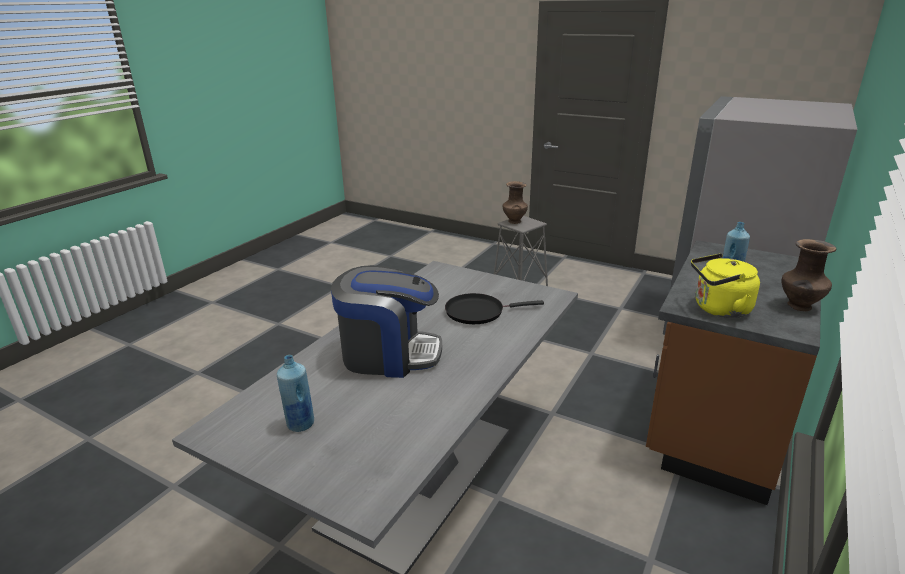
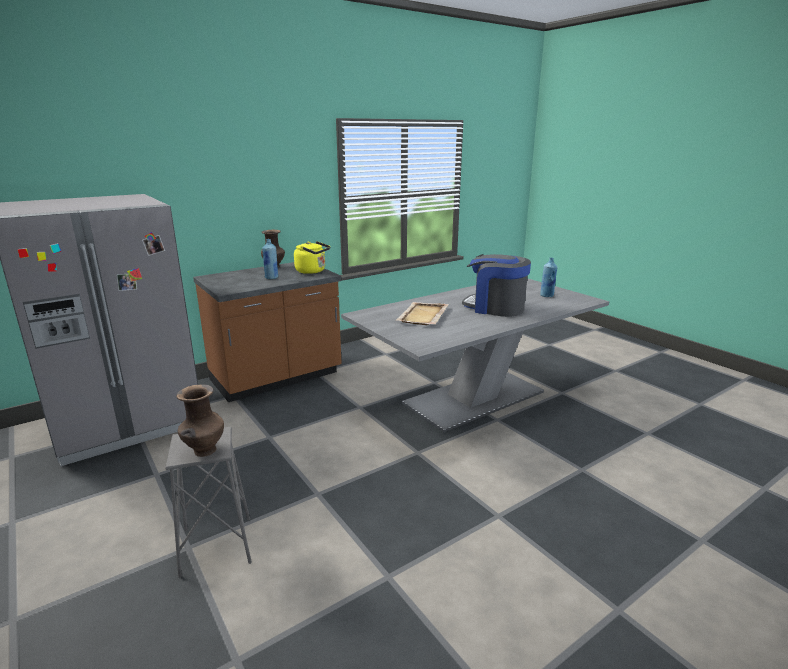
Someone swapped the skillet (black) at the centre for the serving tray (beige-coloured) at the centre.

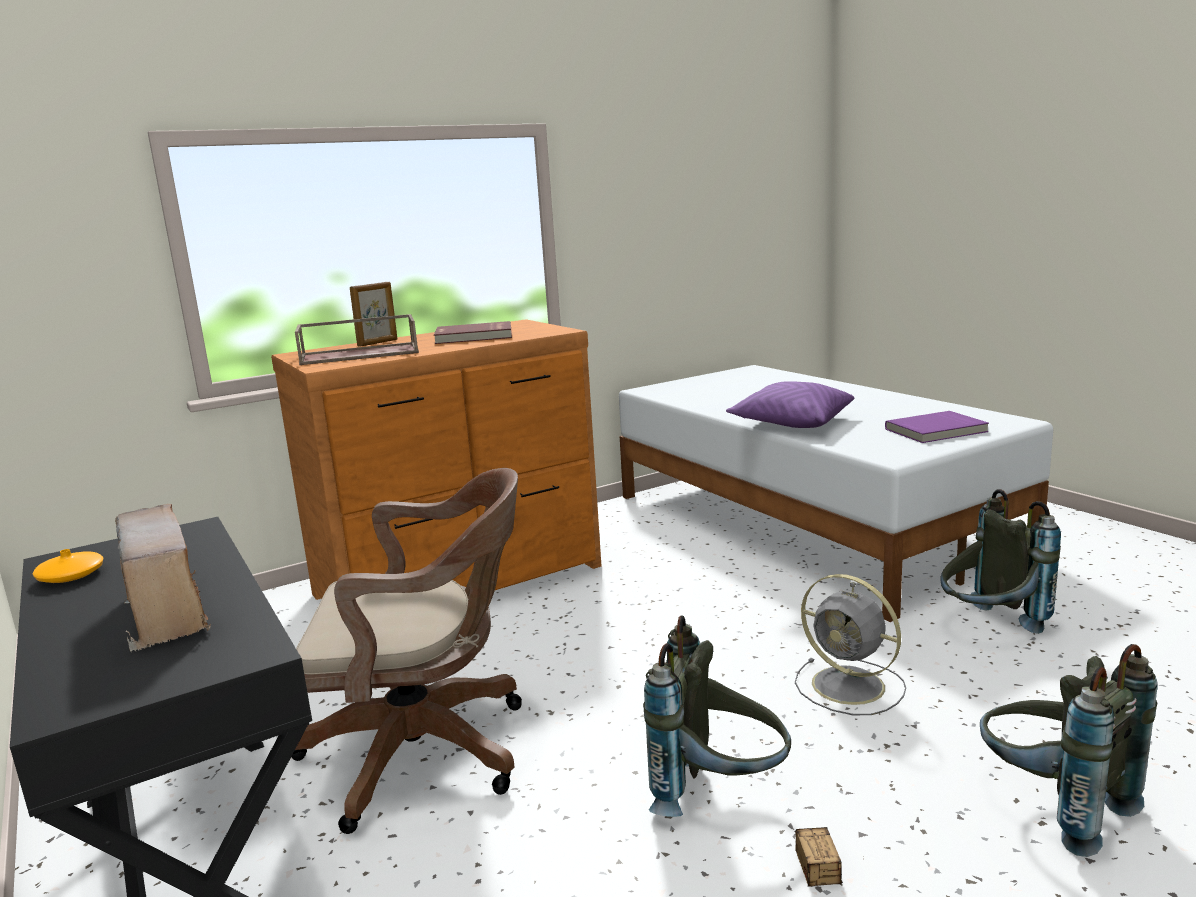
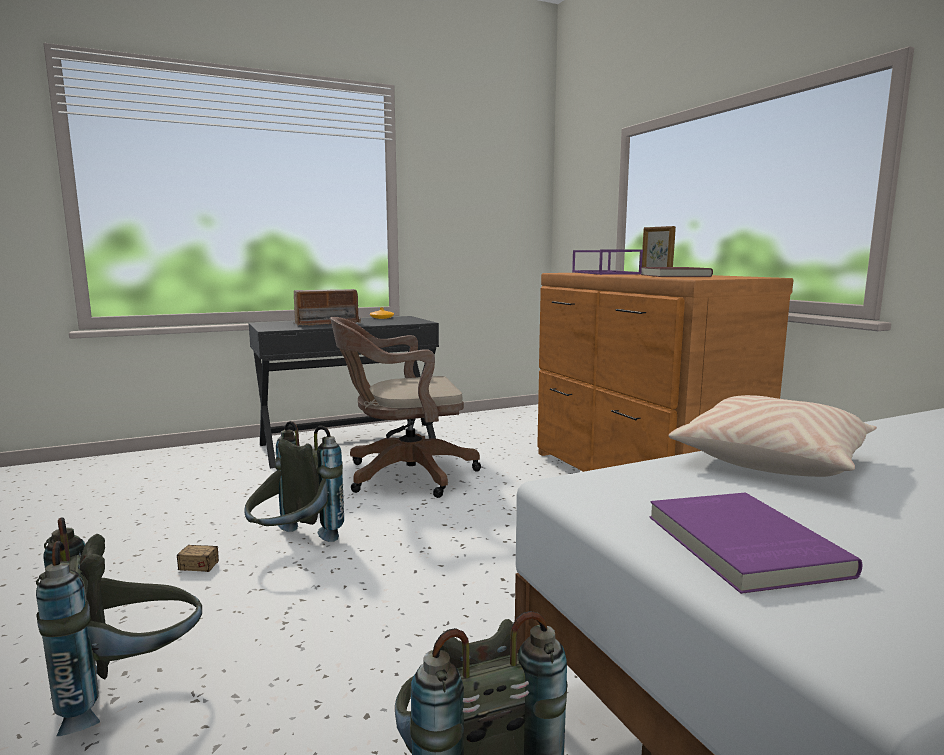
Someone rotated the office chair (brown-coloured) at the bottom centre by 75 degrees clockwise. Someone repainted the serving tray (brown-coloured) at the middle left, which became the serving tray (purplish) at the centre. Someone repainted the pillow (purplish) at the centre, which became the pillow (beige-coloured) at the middle right. Someone took away the electric fan (gray) at the bottom right.

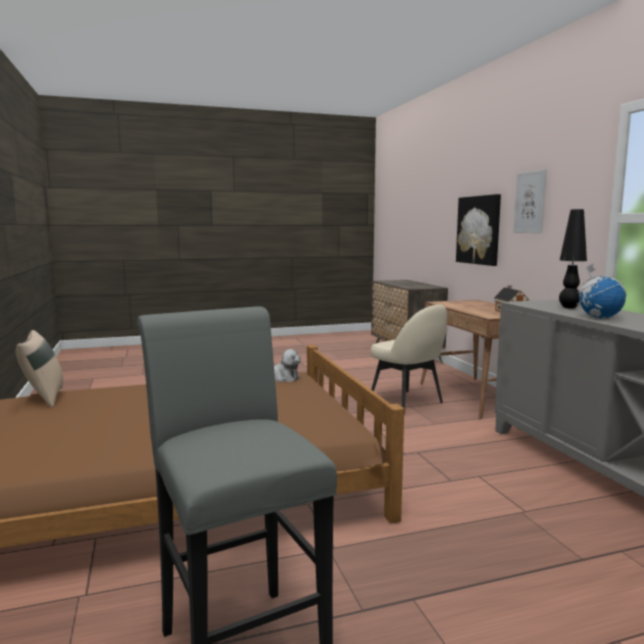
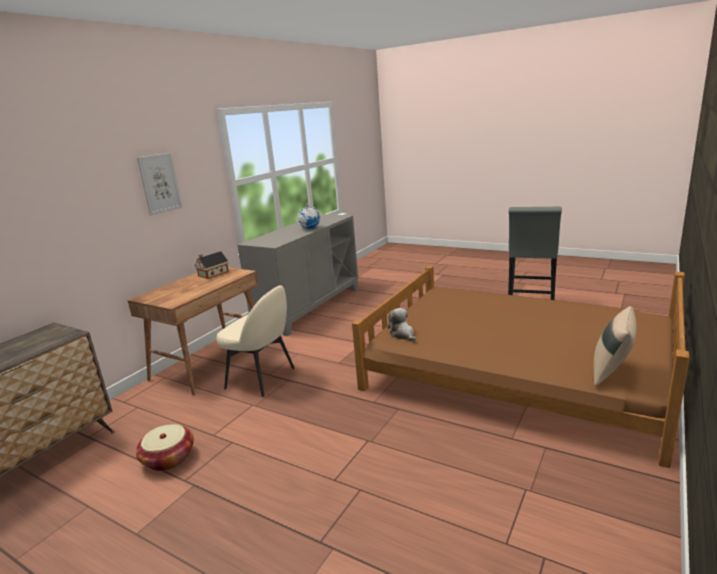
Someone put down the basket at the bottom left. Someone rotated the plain chair (beige-coloured) at the centre by 105 degrees clockwise. Someone took away the wall picture (1st from left) at the middle right. Someone took away the table lamp (black) at the middle right.

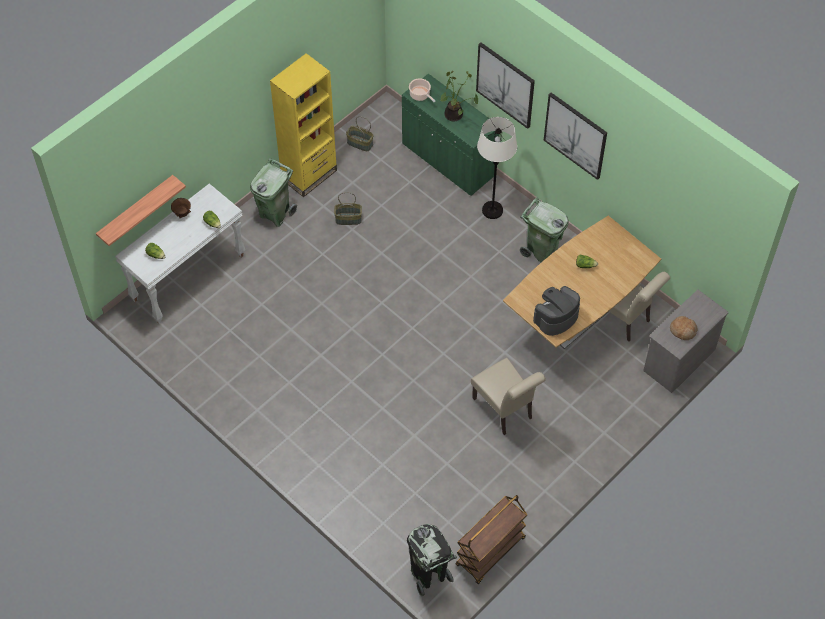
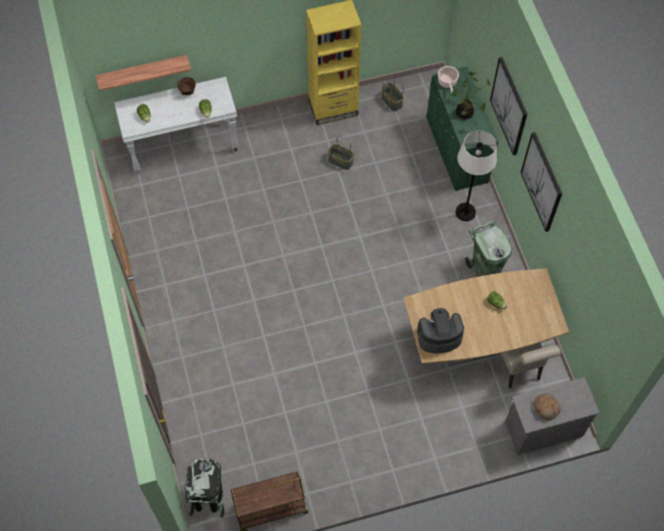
Someone took away the waste bin (green) (1st from left) at the top left. Someone took away the plain chair (beige-coloured) (1st from left) at the centre.

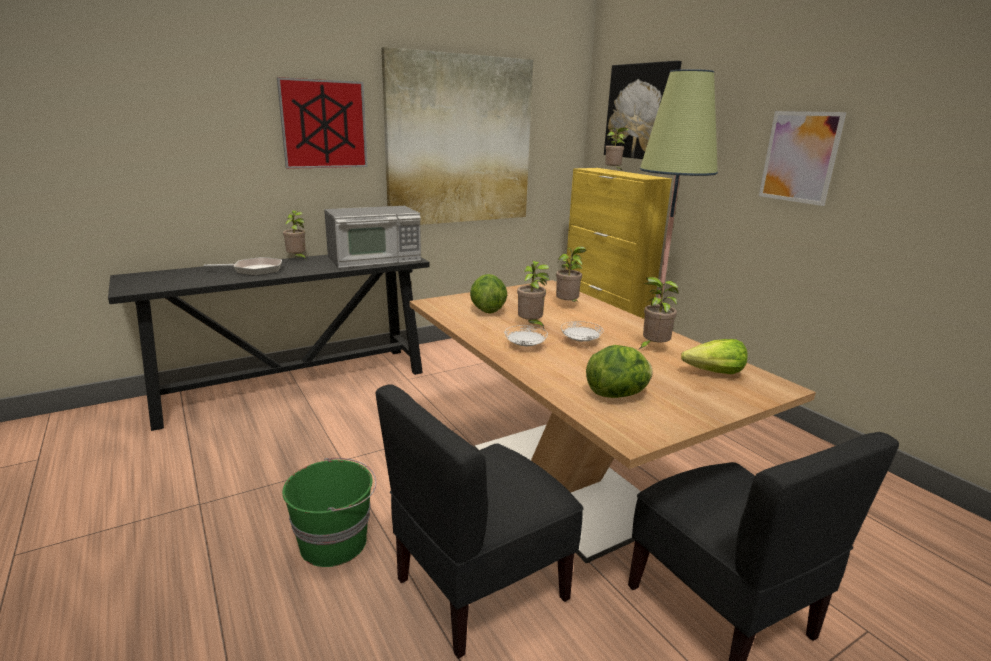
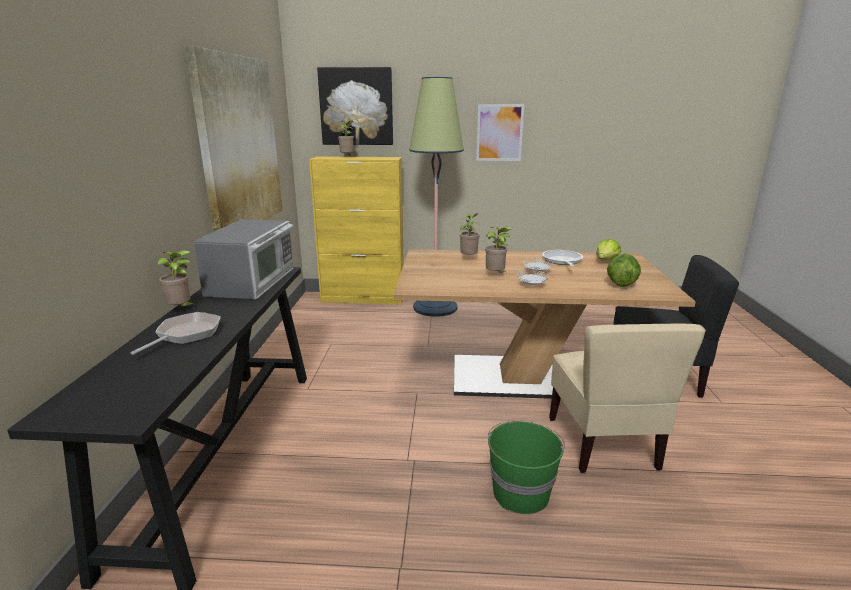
Someone swapped the potted plant (5th from left) at the centre for the skillet (2nd from left) at the centre. Someone repainted the plain chair (black) (1st from left) at the bottom centre, which became the plain chair (beige-coloured) at the bottom right. Someone took away the wall picture (1st from left) at the top left. Someone took away the lettuce (1st from left) at the centre.

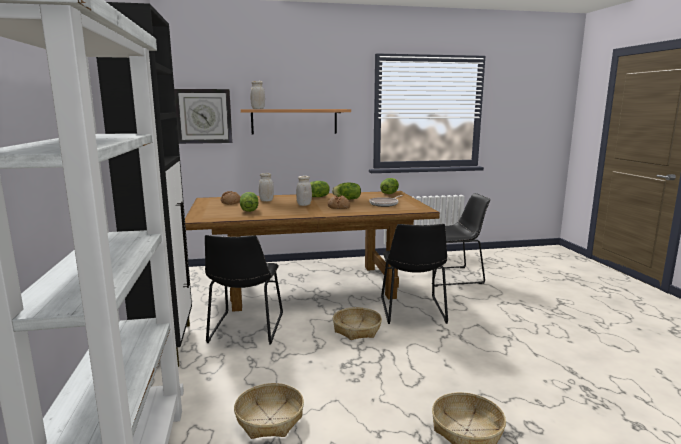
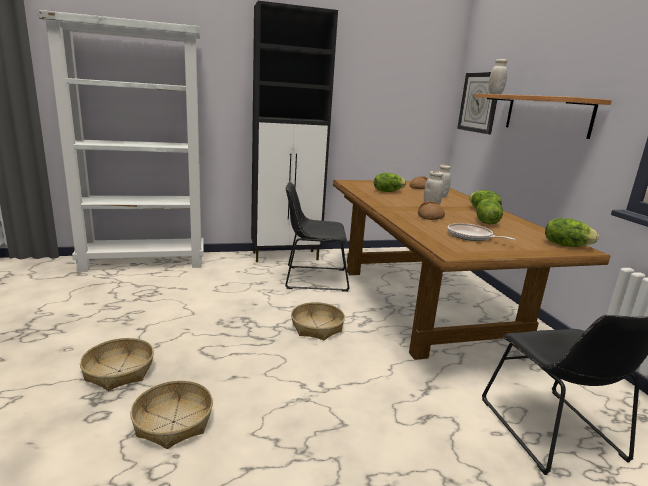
Someone carried the basket (1st from left in the first image) from the bottom centre to the bottom left. Someone took away the plain chair (black) (2nd from left) at the centre.

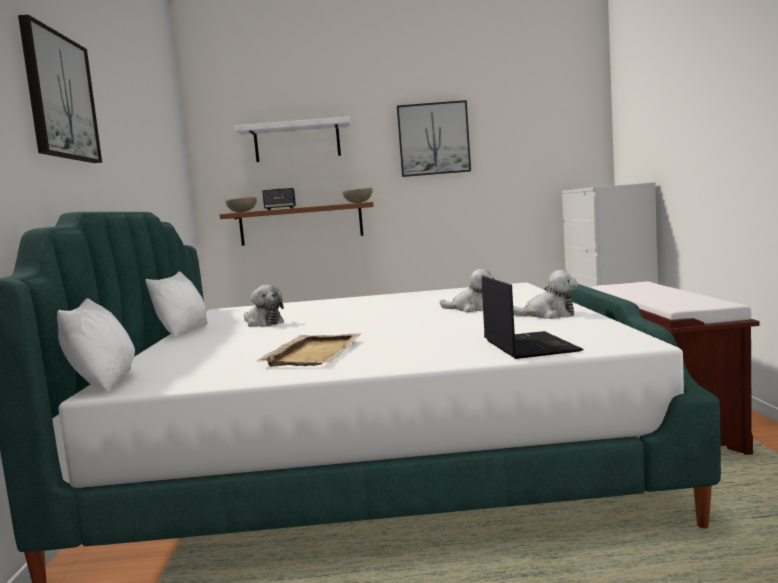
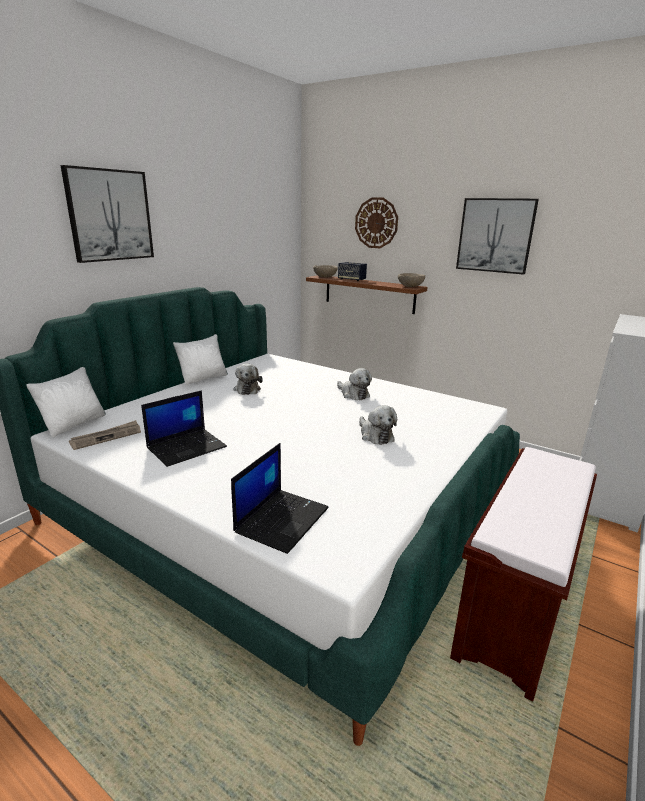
Someone put down the daily paper at the middle left. Someone swapped the serving tray (beige-coloured) at the centre for the notebook computer (1st from left) at the middle left. Someone carried the plush toy (3rd from left in the first image) from the middle right to the centre. Someone swapped the shelf (white) at the top centre for the hanging clock at the top centre.

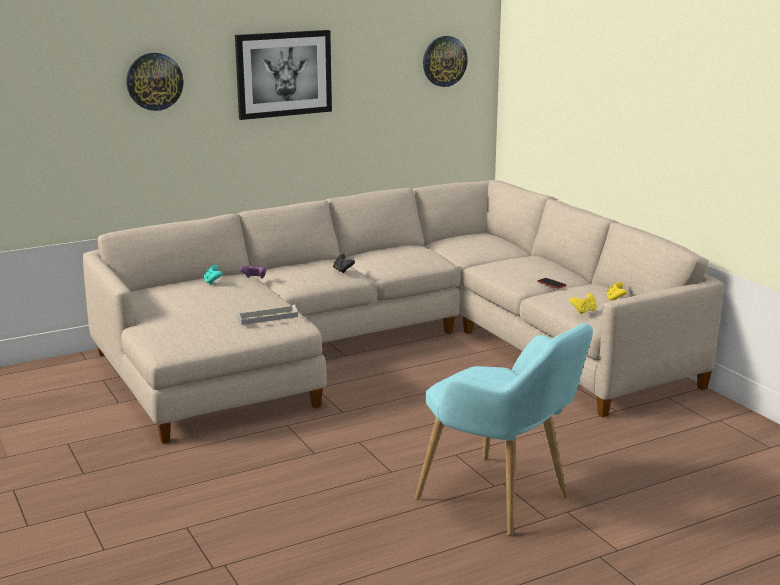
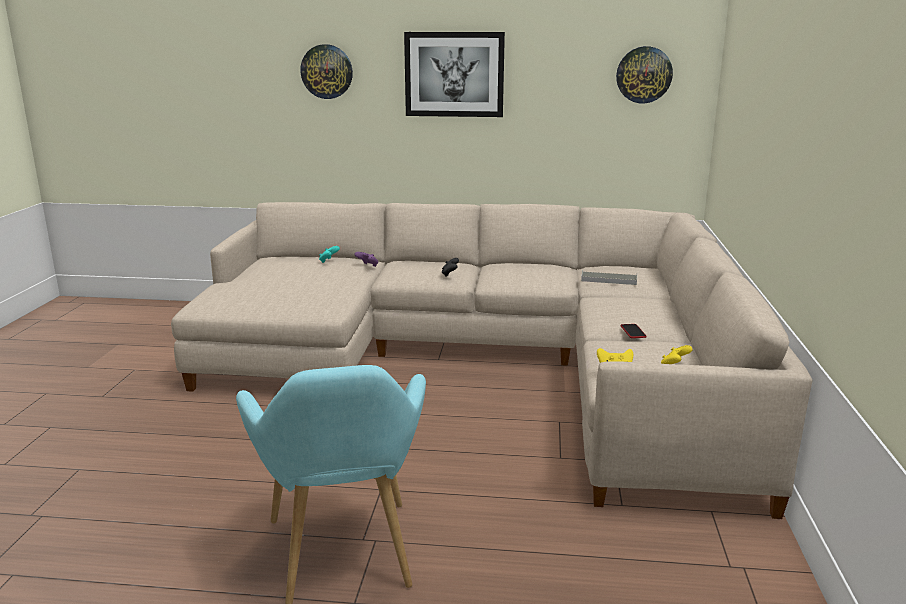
Someone carried the serving tray (gray) from the centre to the middle right.

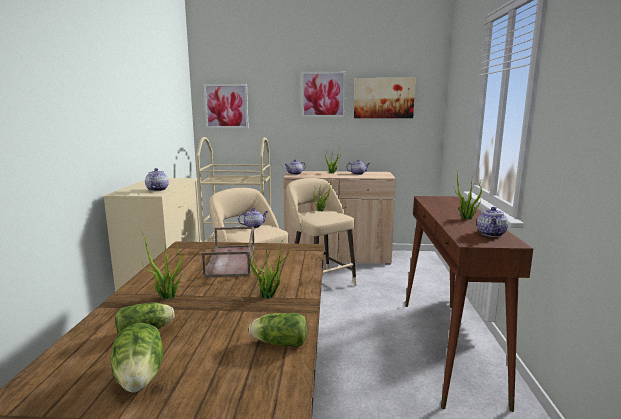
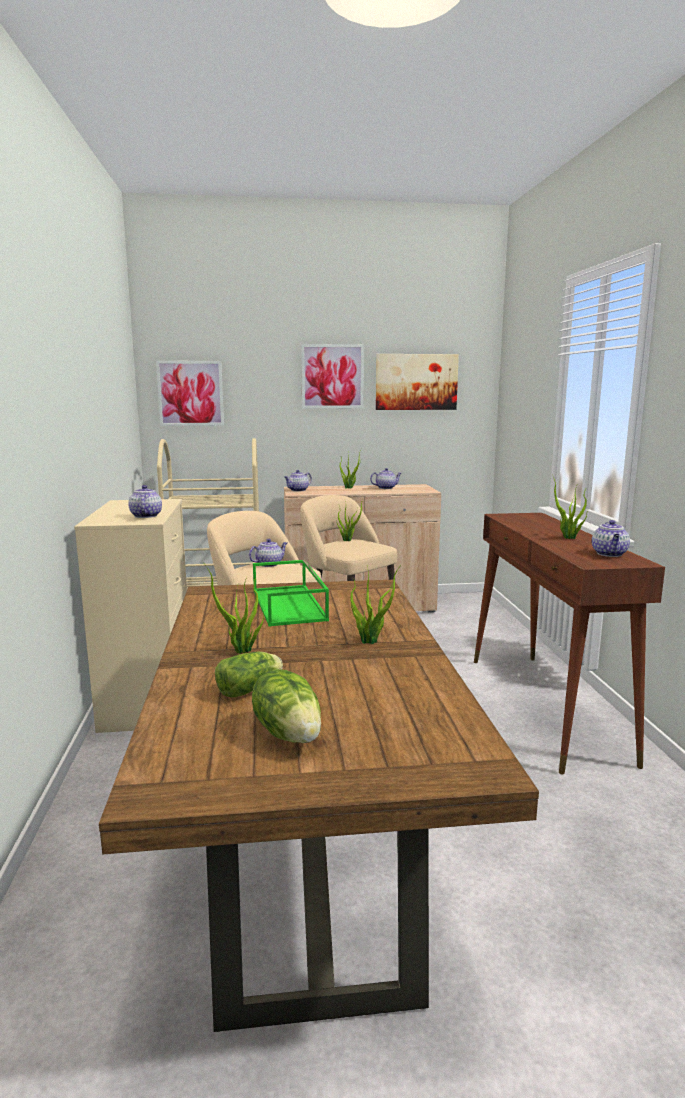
Someone repainted the serving tray (brown-coloured) at the centre, which became the serving tray (green) at the centre. Someone took away the lettuce (3rd from left) at the bottom centre.

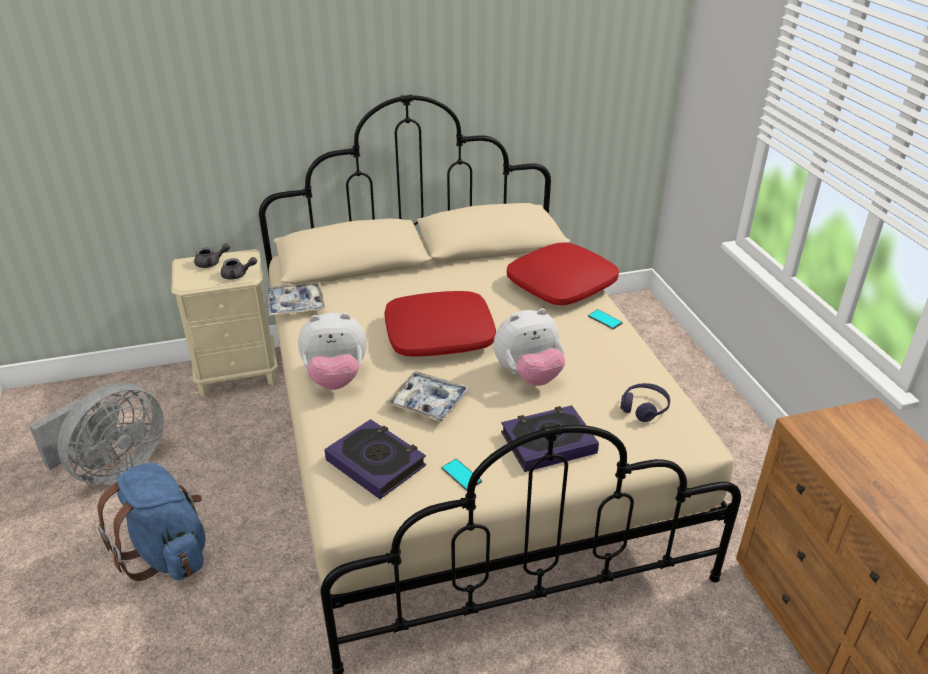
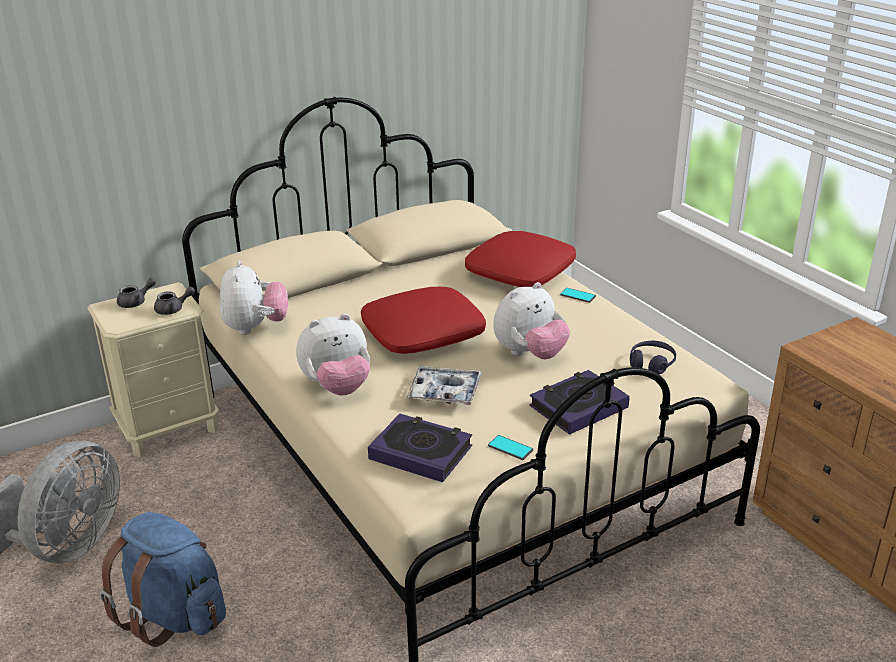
Someone swapped the serving tray (1st from left) at the middle left for the plush toy (1st from left) at the middle left.

